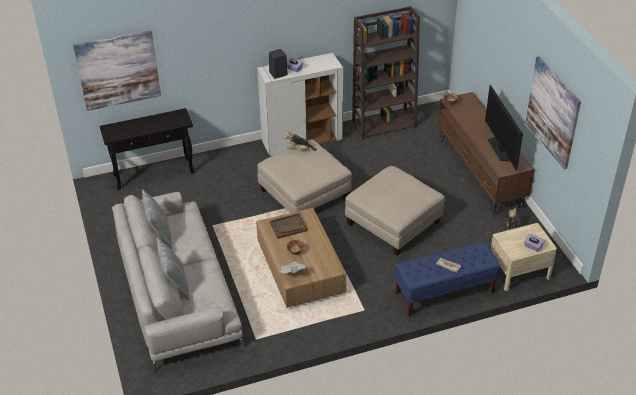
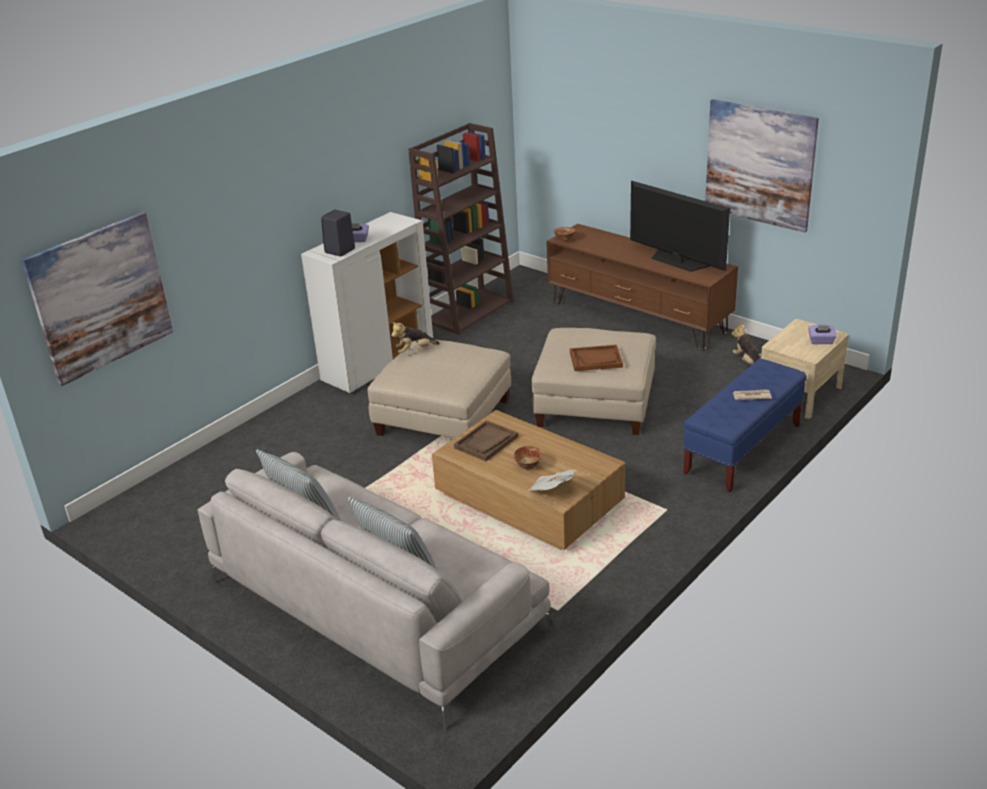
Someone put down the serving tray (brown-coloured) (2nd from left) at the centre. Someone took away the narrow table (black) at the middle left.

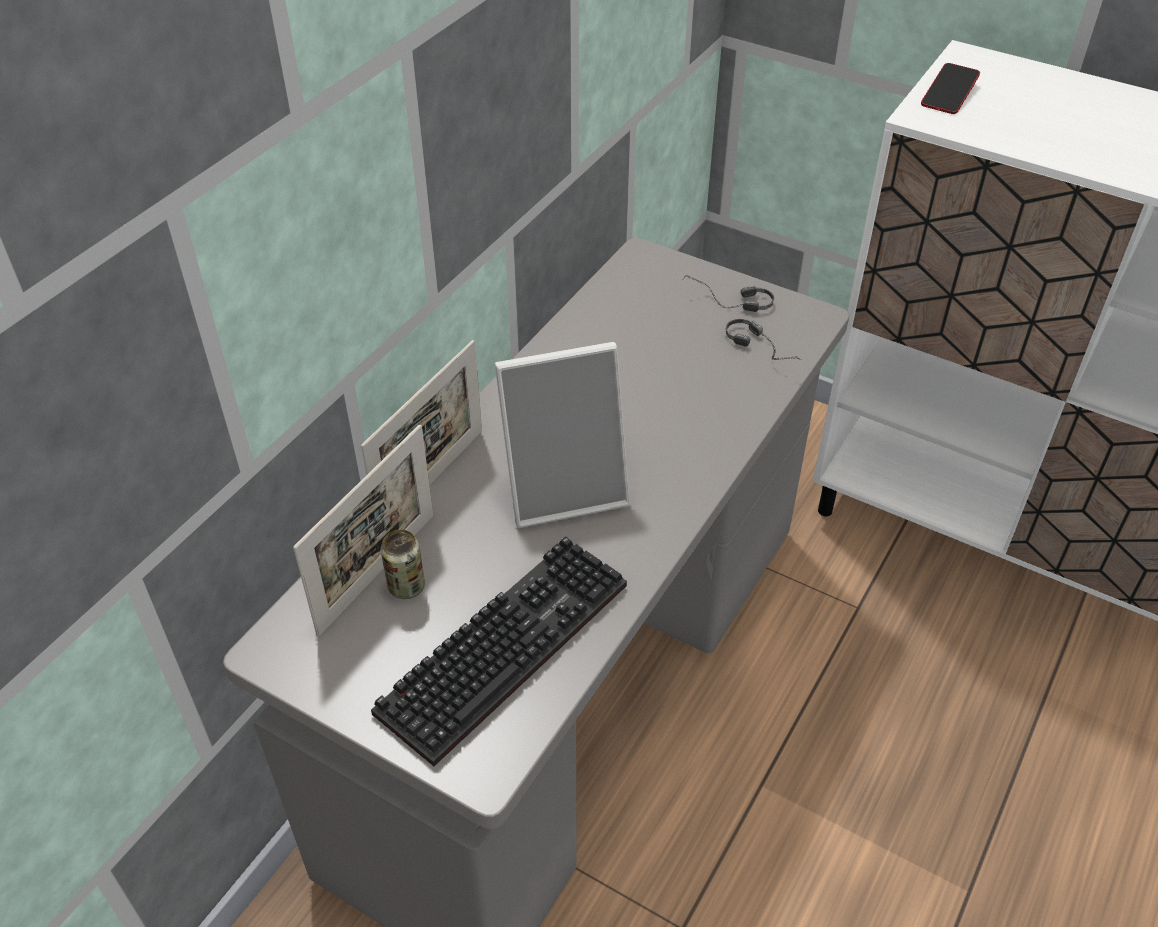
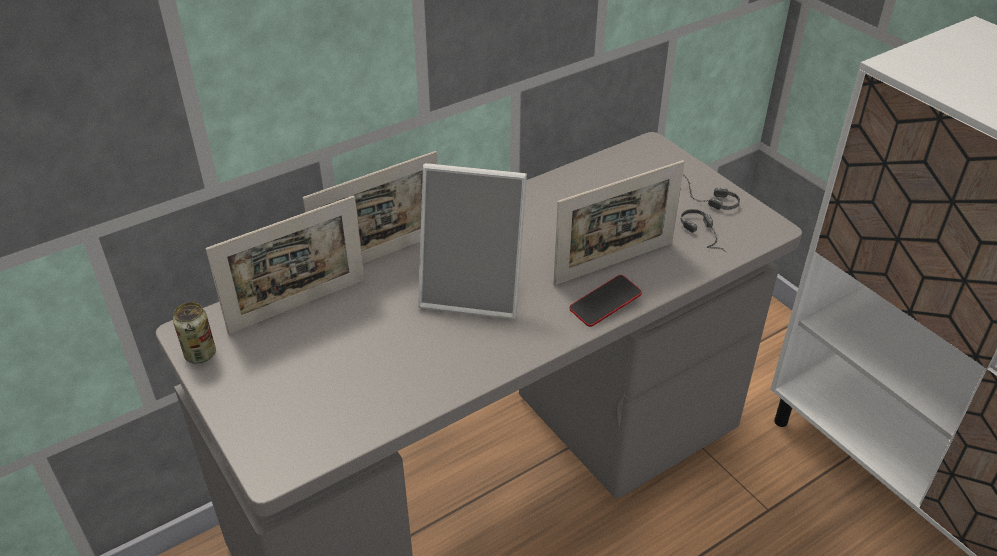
Someone carried the sealed can from the centre to the middle left. Someone put down the standing frame (4th from left) at the centre. Someone carried the phone from the top right to the centre. Someone took away the computer keyboard at the bottom centre.

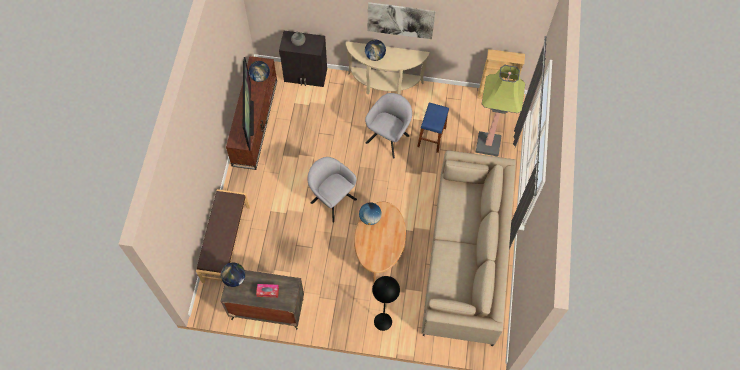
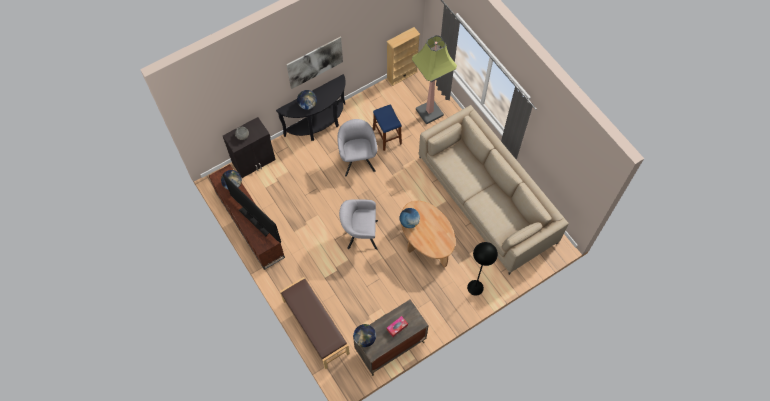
Someone repainted the narrow table (beige-coloured) at the top centre, which became the narrow table (black) at the top centre.

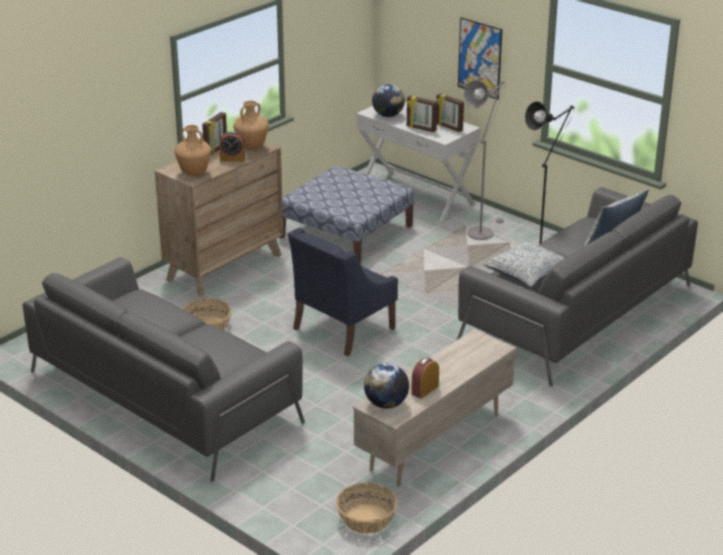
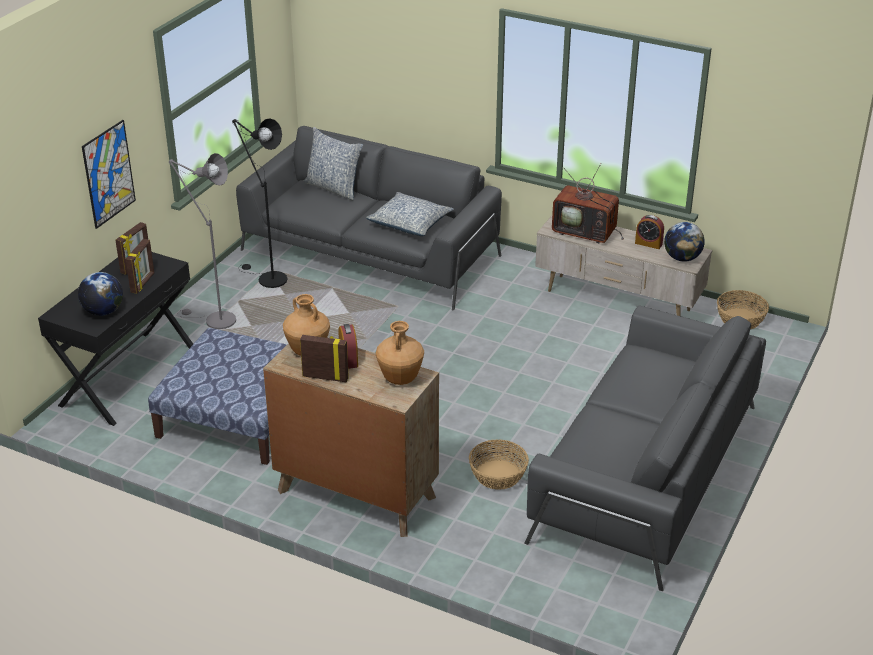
Someone repainted the narrow table (white) at the top centre, which became the narrow table (black) at the middle left. Someone put down the television at the top right. Someone took away the lounge chair (blue) at the centre.

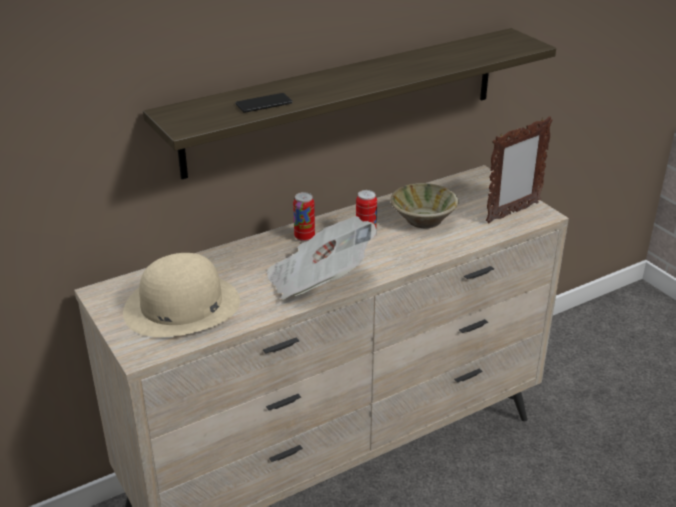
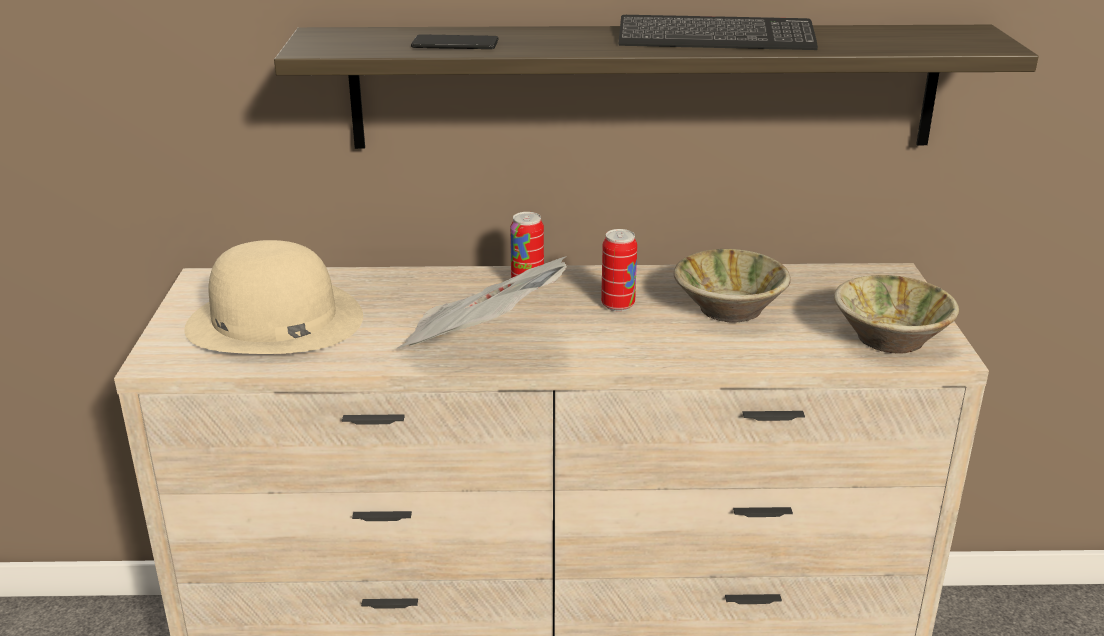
Someone put down the computer keyboard at the top centre. Someone swapped the standing frame at the middle right for the bowl (beige-coloured) (2nd from left) at the middle right.

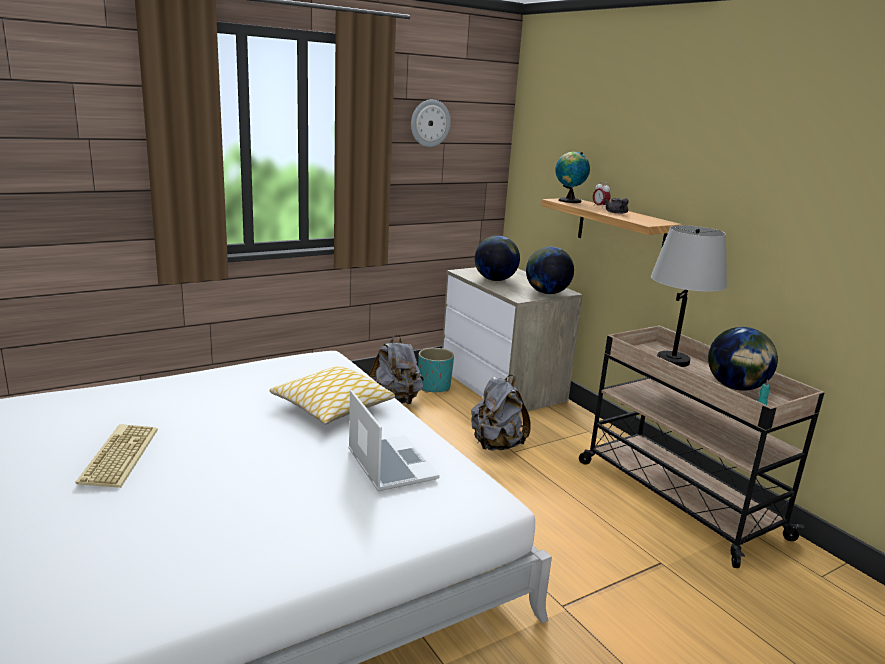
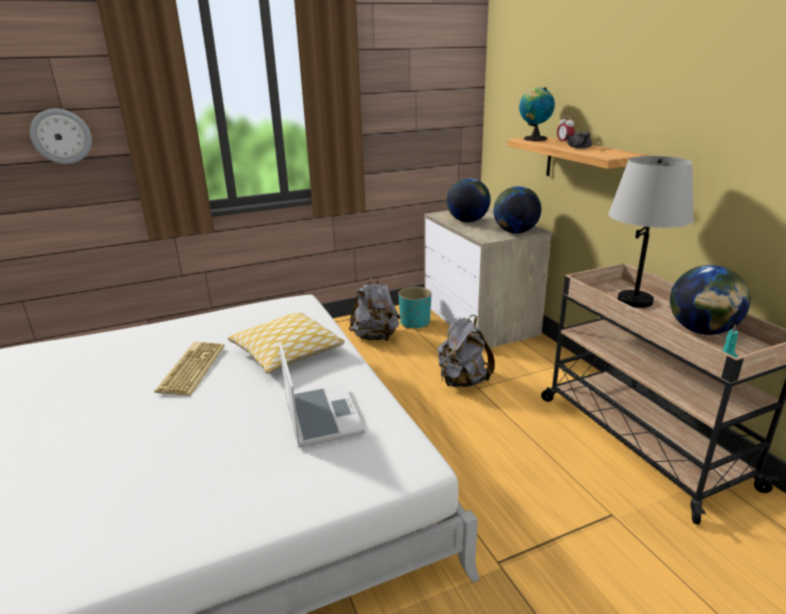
Someone carried the hanging clock from the top centre to the top left. Someone carried the computer keyboard from the bottom left to the middle left.

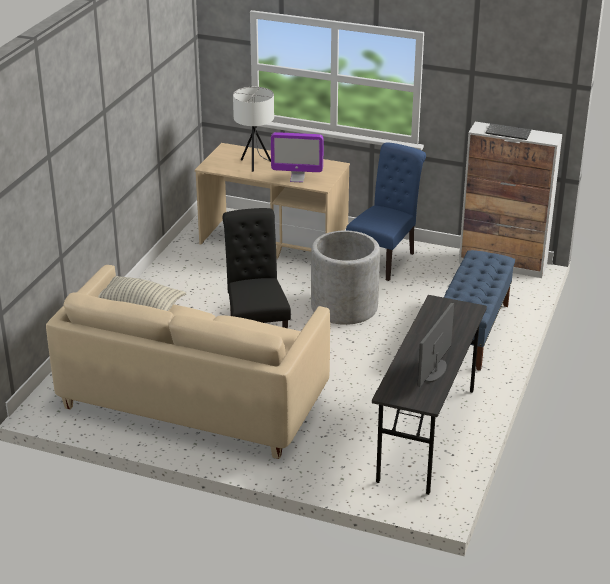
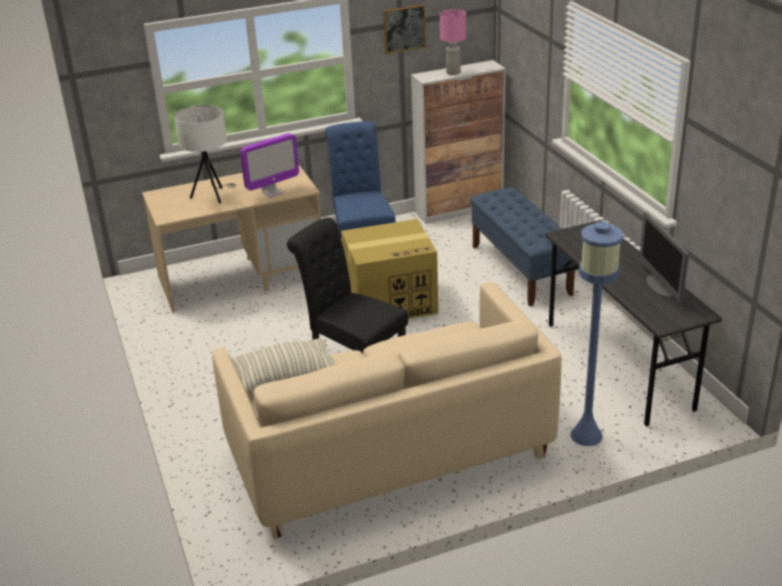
Someone swapped the plant pot (gray) at the centre for the packing box at the centre. Someone put up the wall picture at the top centre. Someone swapped the computer keyboard at the top right for the table lamp (pink) at the top centre. Someone put down the standing lamp (blue) at the middle right.

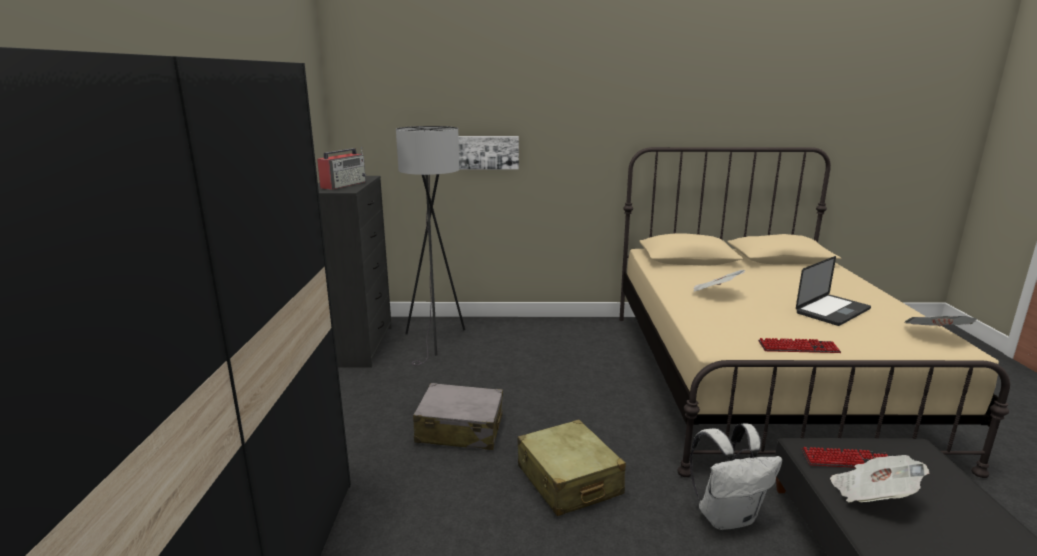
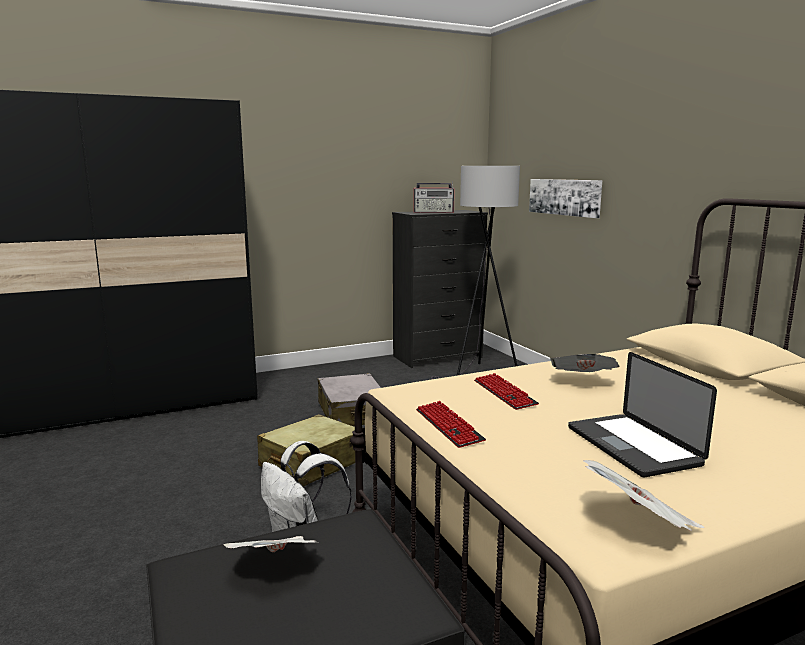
Someone carried the computer keyboard (2nd from left) from the bottom right to the centre. Someone rotated the notebook computer at the middle right by 45 degrees clockwise.

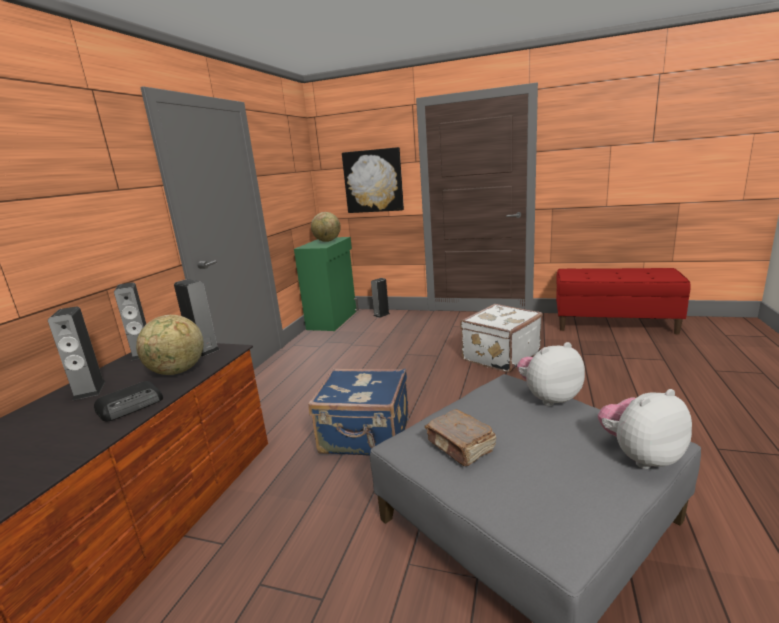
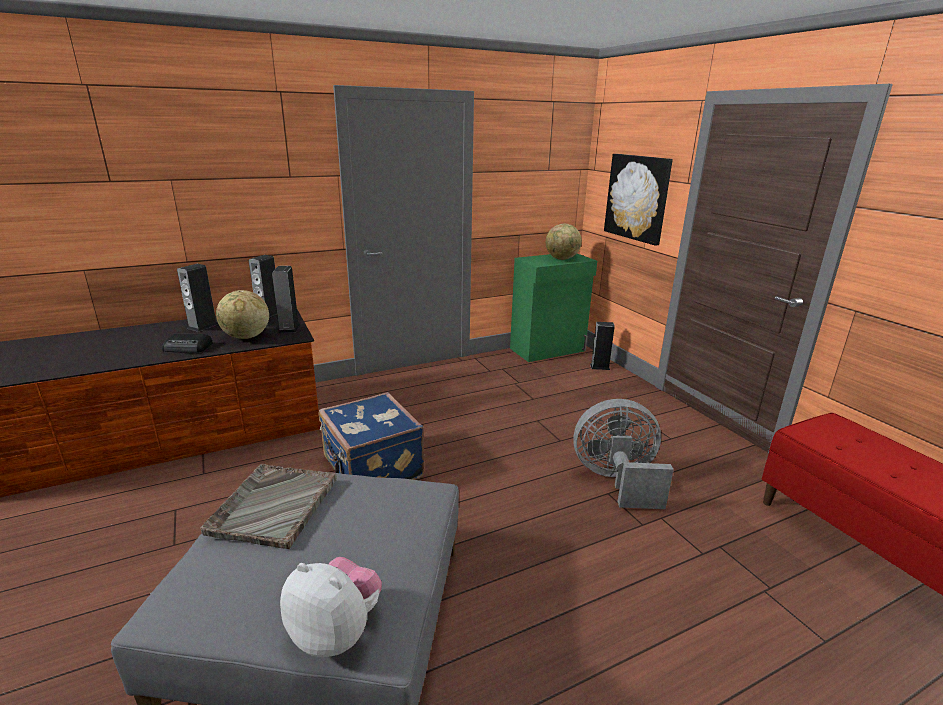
Someone swapped the book (brown-coloured) at the bottom centre for the serving tray (gray) at the bottom left. Someone swapped the piece of luggage (white) at the centre for the electric fan (gray) at the centre. Someone took away the plush toy (1st from left) at the middle right.

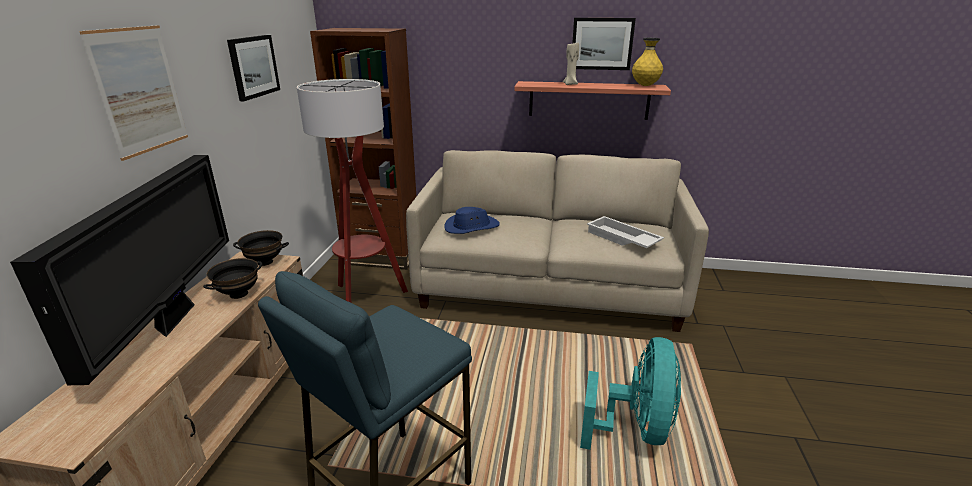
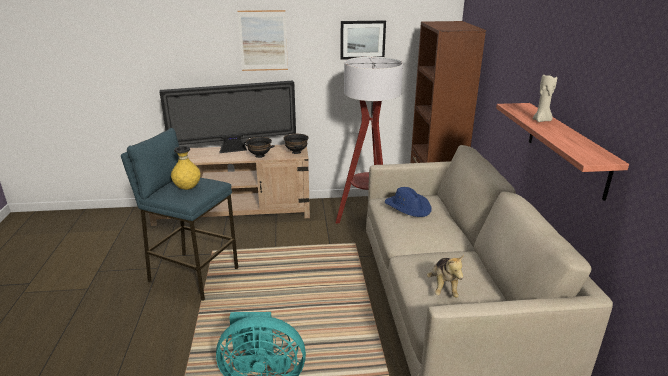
Someone carried the decorative vase (yellow-coloured) from the top centre to the middle left. Someone swapped the serving tray (white) at the centre for the plush toy at the bottom centre. Someone took away the wall picture (3rd from left) at the top centre.

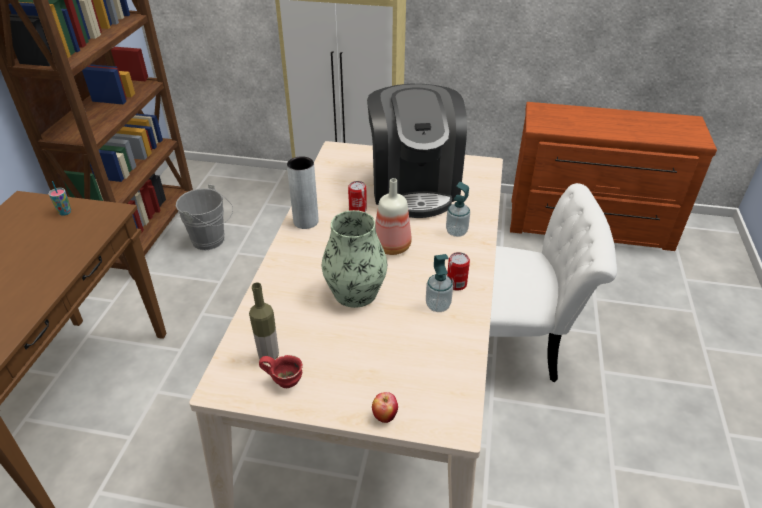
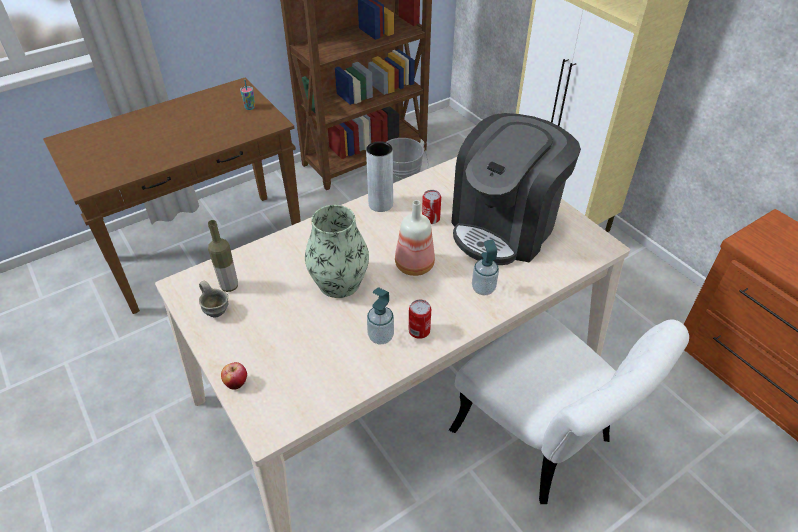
Someone repainted the mug (red) at the bottom centre, which became the mug (gray) at the middle left.

